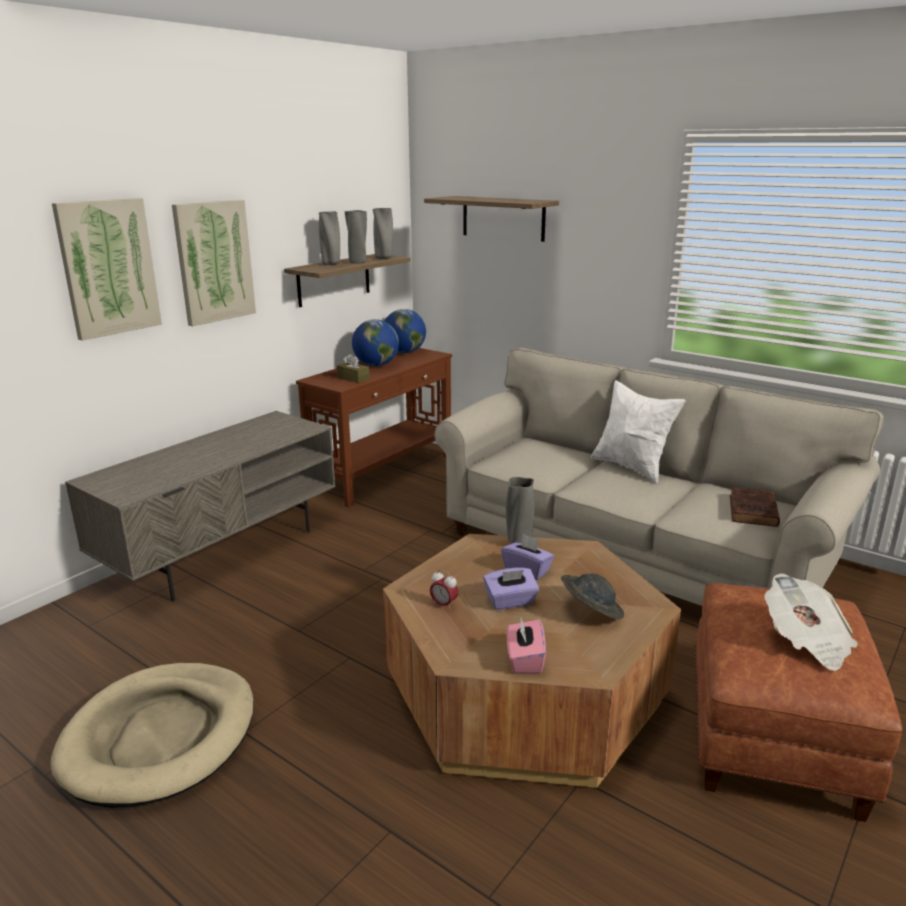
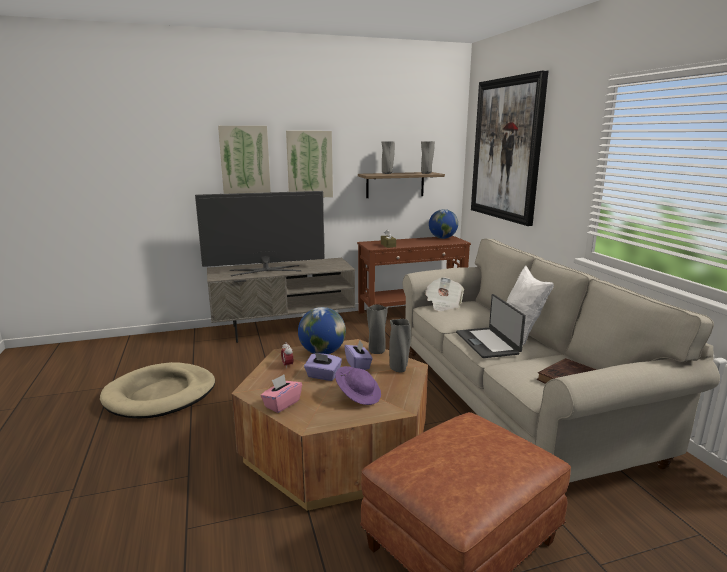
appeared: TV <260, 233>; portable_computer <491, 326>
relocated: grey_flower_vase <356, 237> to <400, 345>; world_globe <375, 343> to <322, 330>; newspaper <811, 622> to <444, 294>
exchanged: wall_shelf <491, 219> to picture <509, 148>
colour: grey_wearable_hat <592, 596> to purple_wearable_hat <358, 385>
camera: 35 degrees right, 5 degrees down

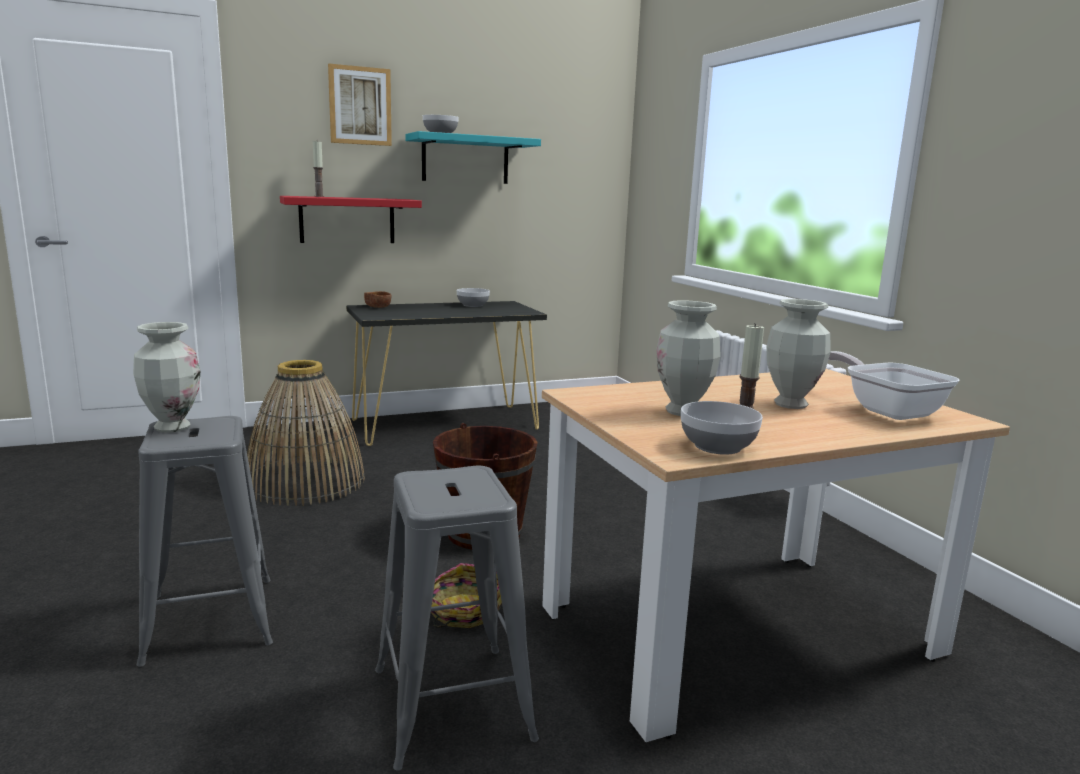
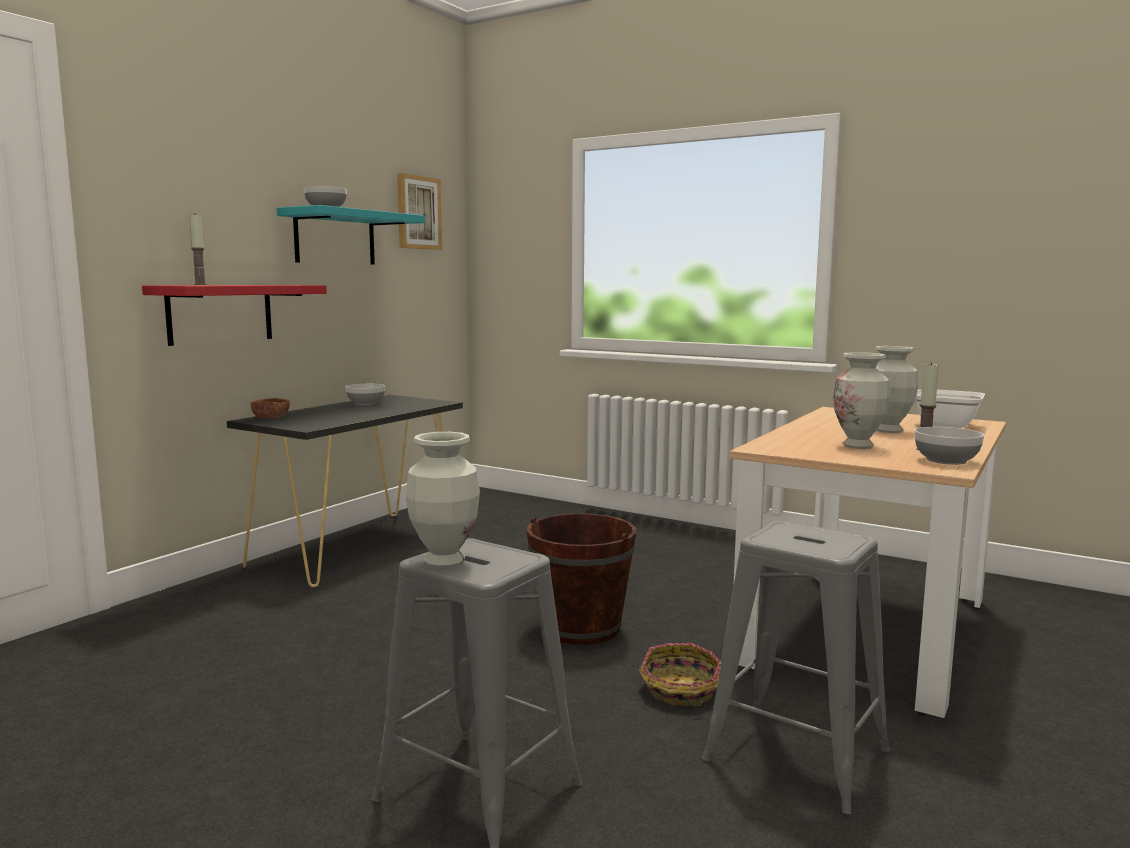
missing: storage_basket <306, 433>
relocated: picture <360, 105> to <419, 211>
camera: 35 degrees left, 5 degrees down

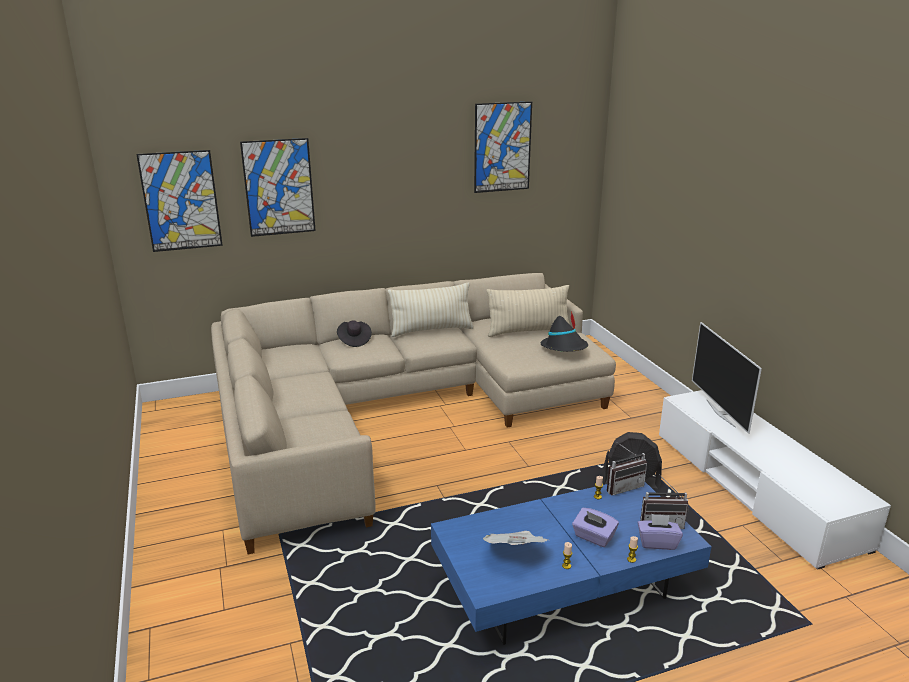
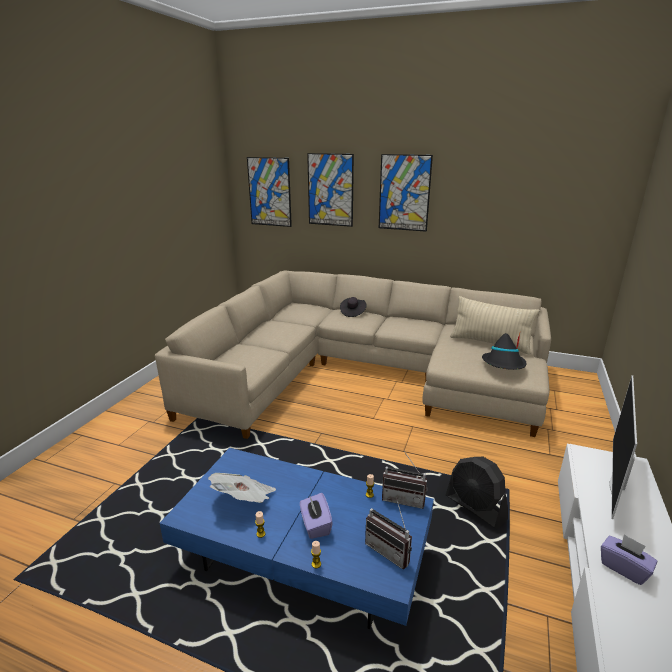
missing: beige-coloured_cushion <431, 310>
relocated: picture <503, 147> to <406, 193>; purple_tissue_holder <660, 532> to <629, 559>
camera: 40 degrees right, 0 degrees up

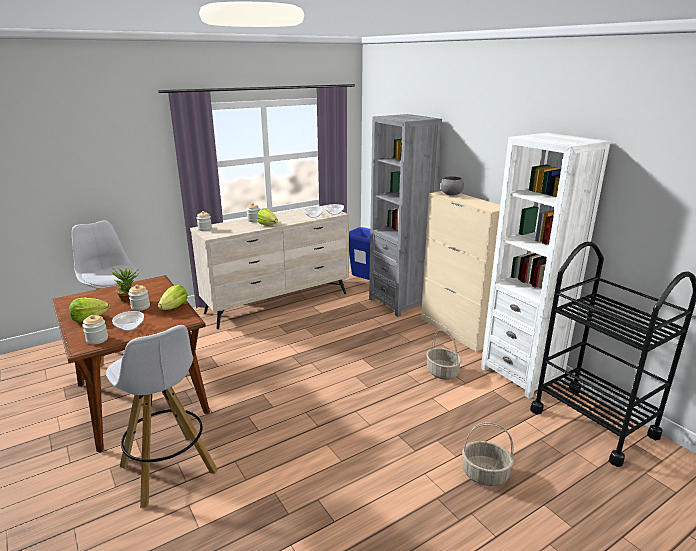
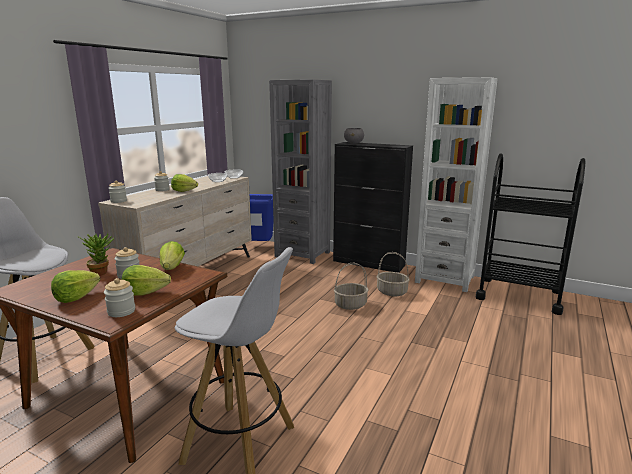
relocated: storage_basket <488, 454> to <351, 286>
exchanged: deep_dish <128, 321> to lettuce <146, 280>
colour: beige-coloured_storage_cabinet <460, 271> to blackish_storage_cabinet <373, 207>
camera: 30 degrees left, 5 degrees down

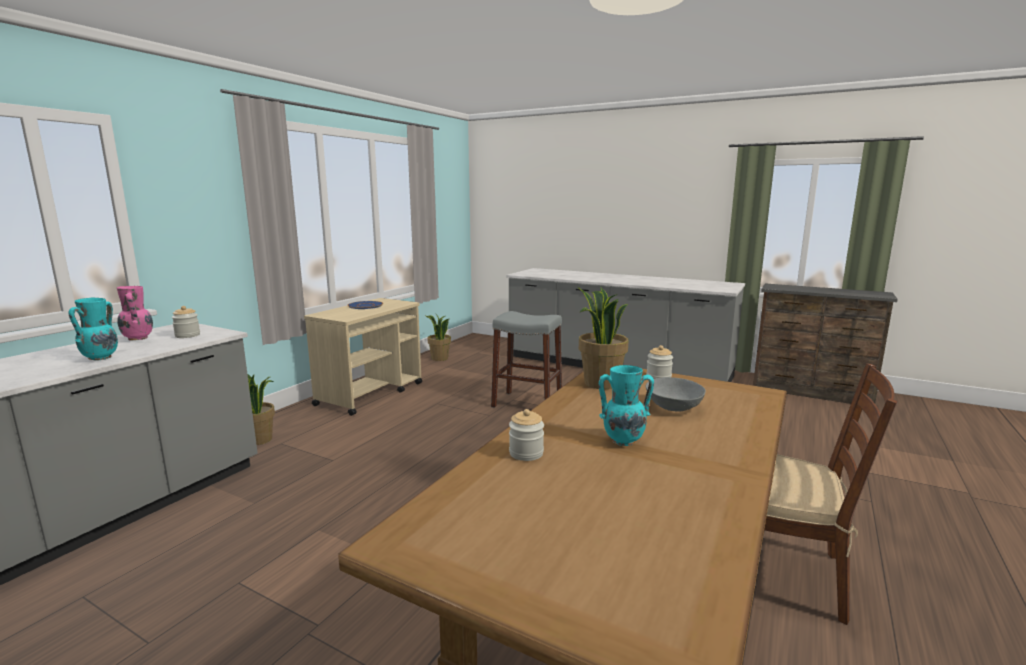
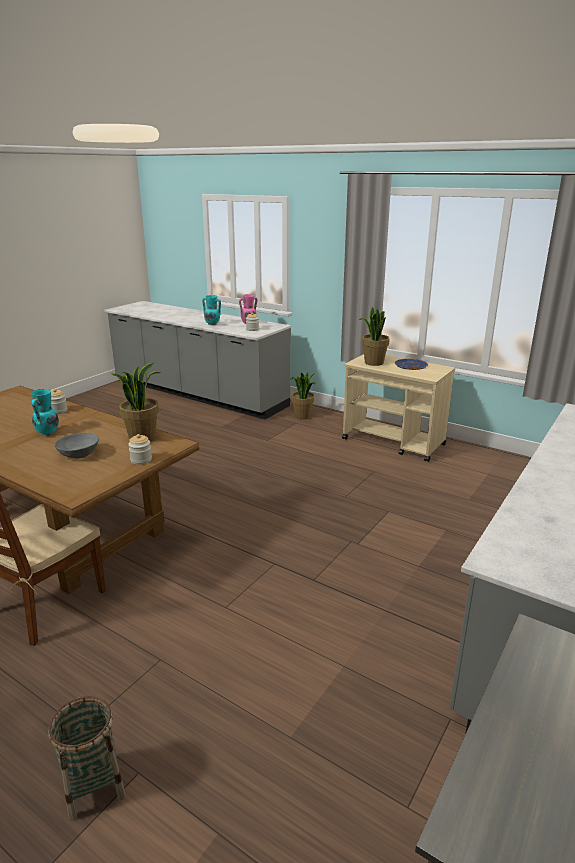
missing: grey_sitting_stool <526, 359>
appeared: storage_basket <87, 758>
relocated: potted_plant <437, 337> to <374, 336>
camera: 95 degrees right, 10 degrees up

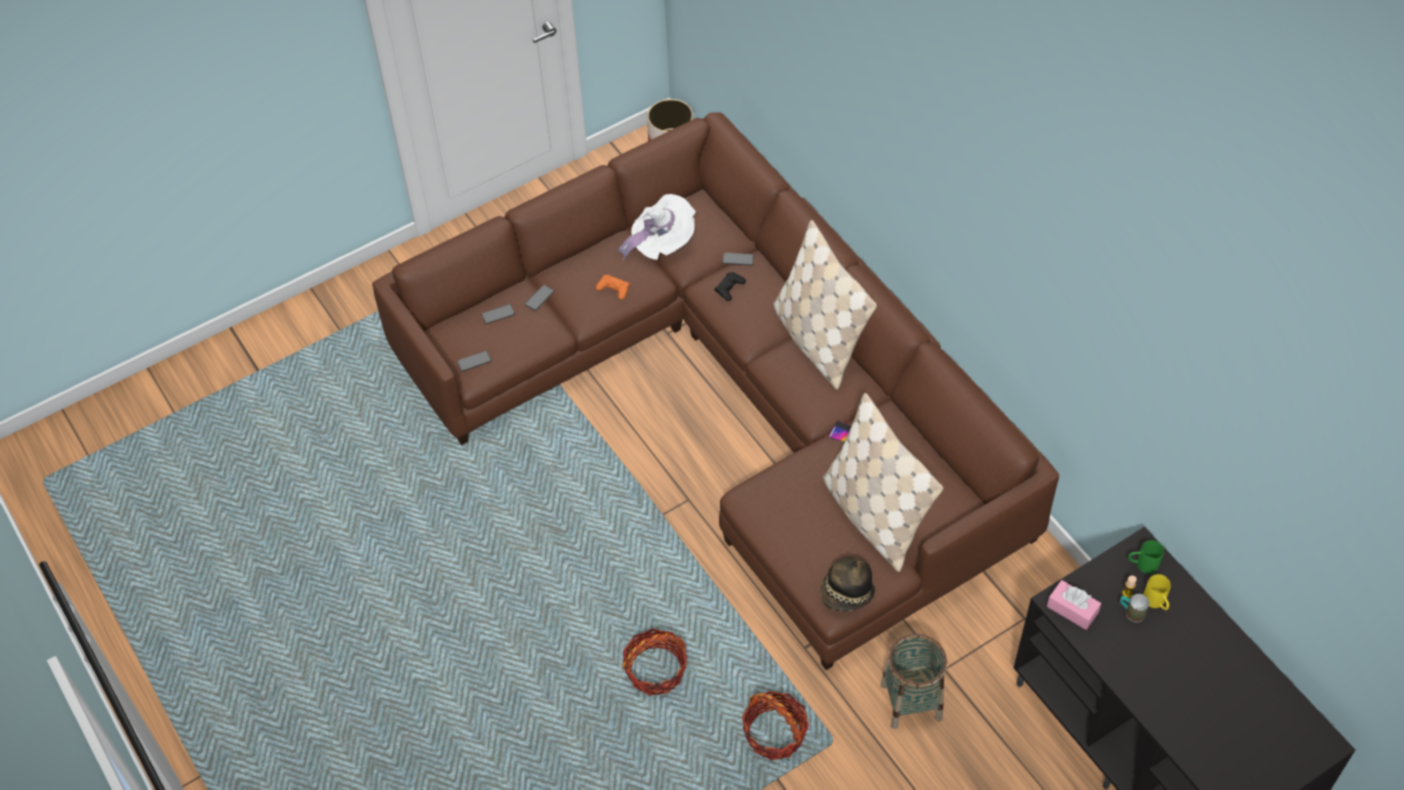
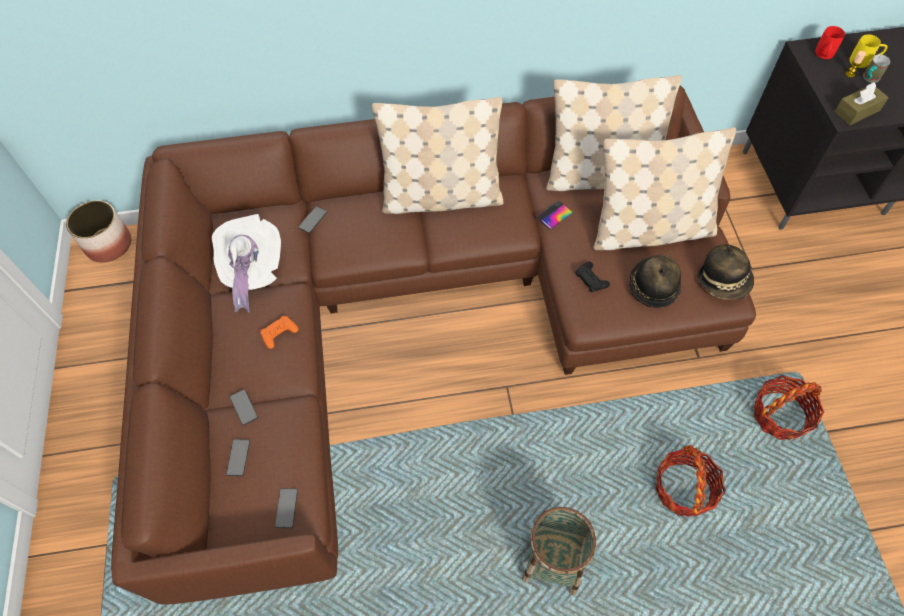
appeared: beige-coloured_cushion <613, 133>; wearable_hat <655, 281>
relocated: blackish_gamepad <730, 286> to <592, 277>; storage_basket <913, 681> to <559, 551>
colour: pink-coloured_tissue_holder <1074, 605> to brown-coloured_tissue_holder <862, 104>; green-coloured_mug <1146, 557> to red-coloured_mug <830, 42>
camera: 65 degrees left, 5 degrees up

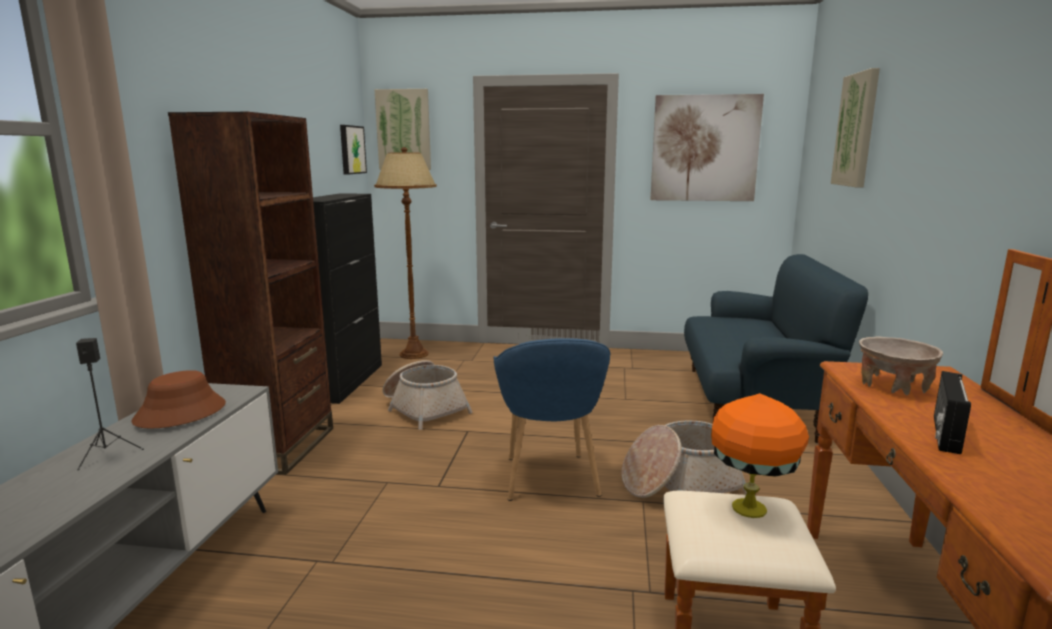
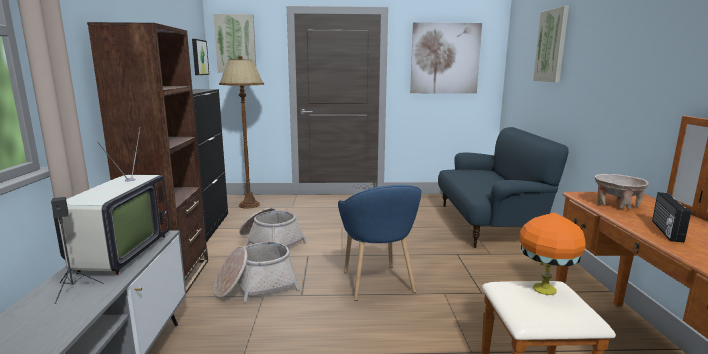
relocated: storage_basket <684, 459> to <257, 272>
exchanged: brown-coloured_wearable_hat <179, 399> to TV <111, 201>
camera: 10 degrees left, 0 degrees up

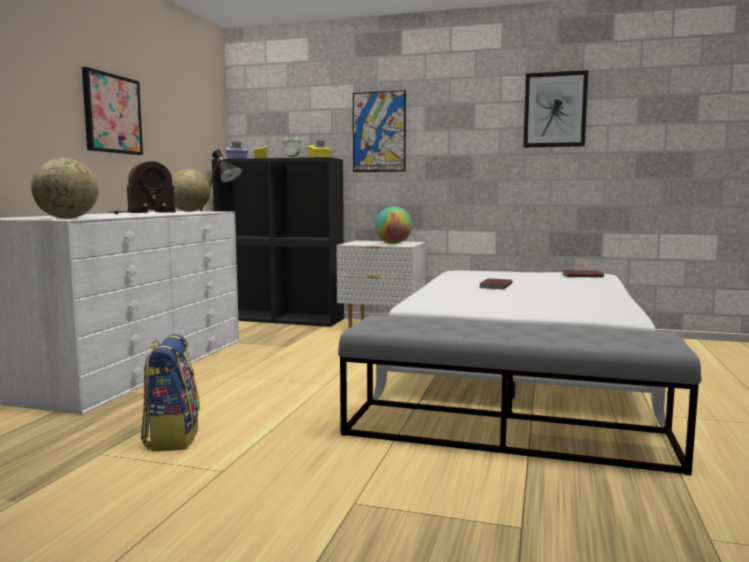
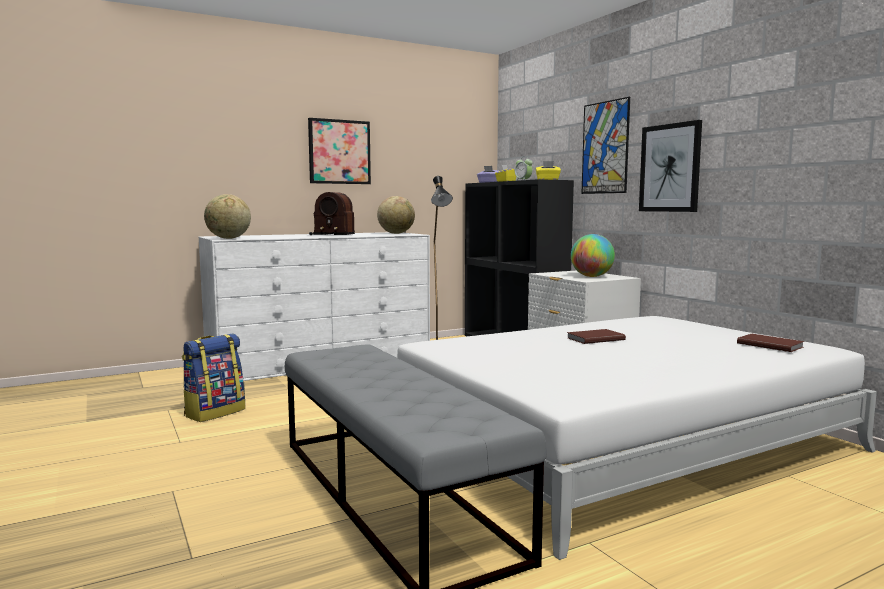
relocated: picture <555, 109> to <670, 166>
camera: 45 degrees right, 0 degrees up

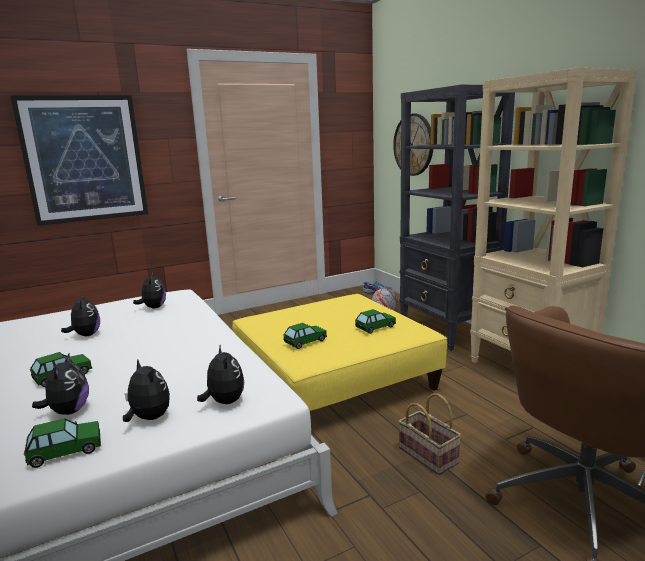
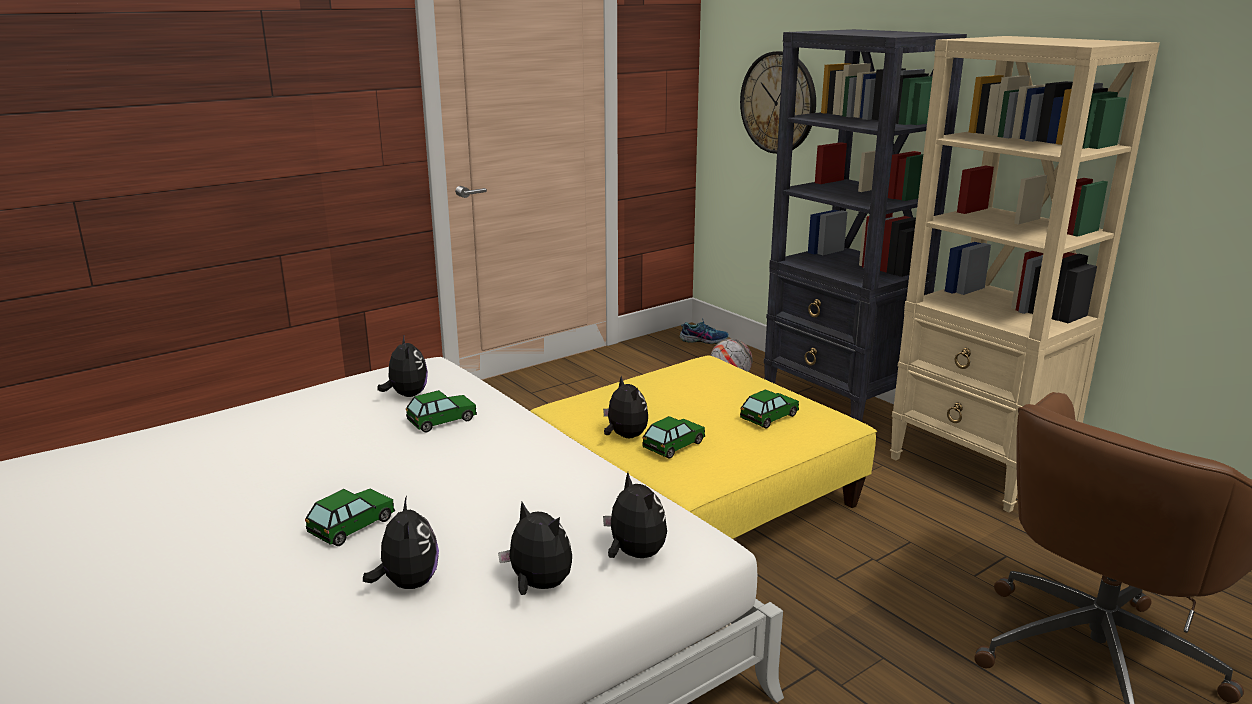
missing: picture <79, 160>; storage_basket <429, 434>
relocated: model_car <62, 443> to <441, 411>; plush_toy <80, 315> to <625, 406>
camera: 10 degrees left, 5 degrees up

